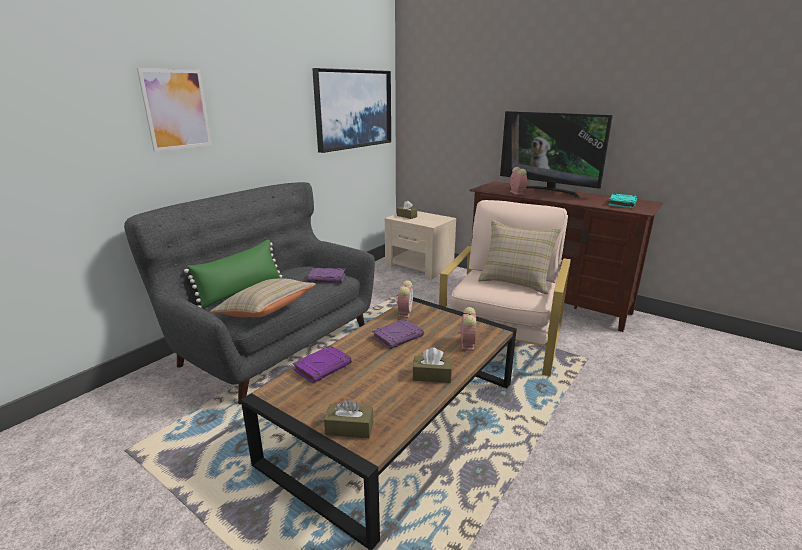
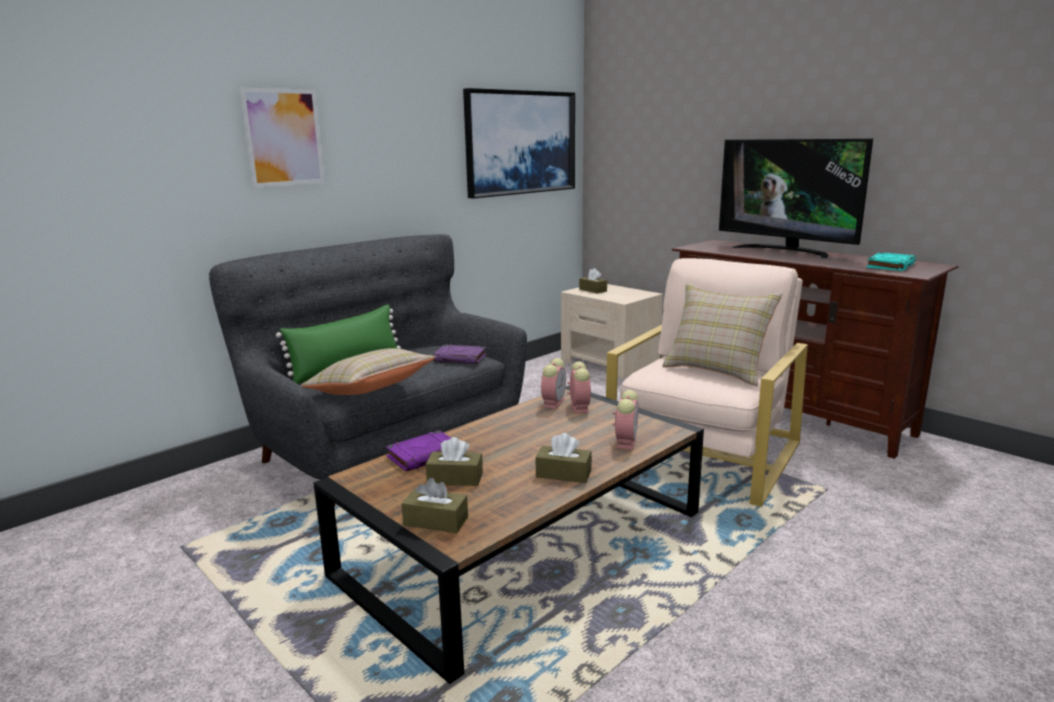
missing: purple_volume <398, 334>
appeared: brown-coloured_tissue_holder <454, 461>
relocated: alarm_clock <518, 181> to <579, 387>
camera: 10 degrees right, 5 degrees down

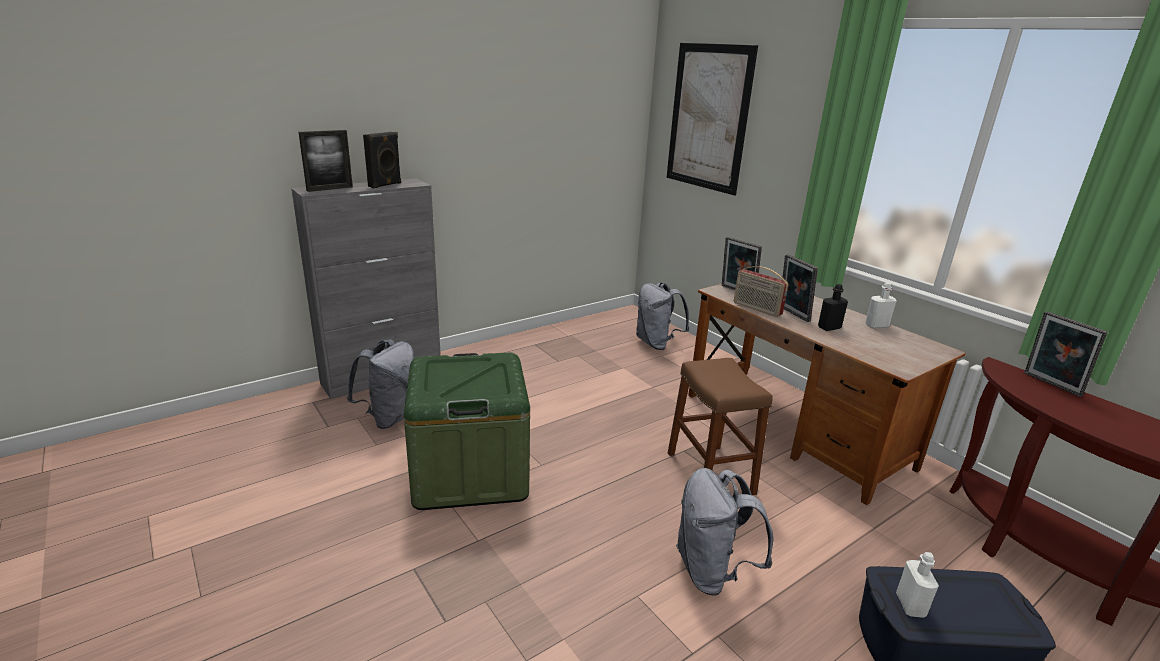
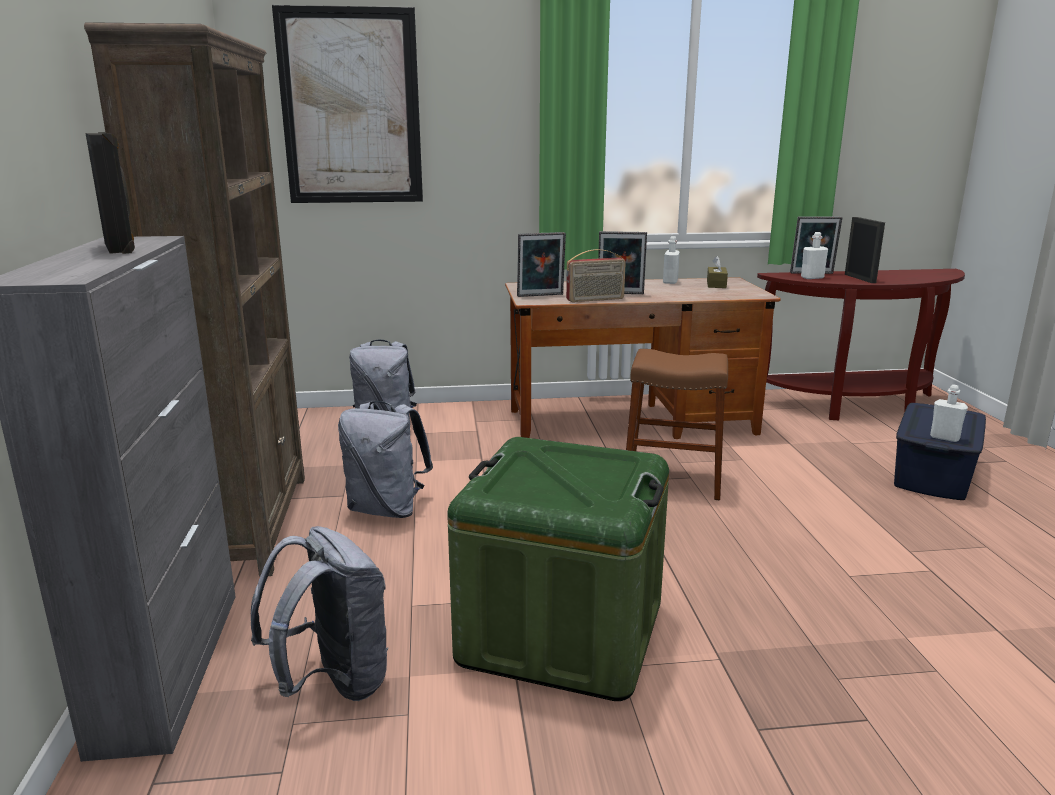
missing: blackish_drink_bottle <833, 307>
appeared: brown-coloured_bookcase <194, 299>; brown-coloured_tissue_holder <717, 272>; white_drink_bottle <814, 255>
relocated: standing_frame <325, 161> to <865, 250>; grey_rucksack <724, 532> to <385, 459>
camera: 60 degrees left, 5 degrees down

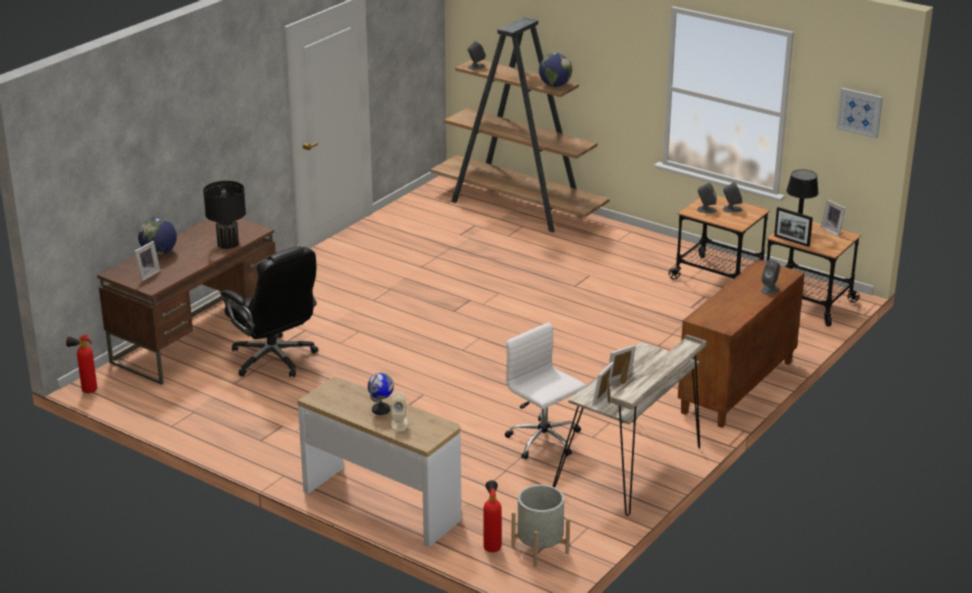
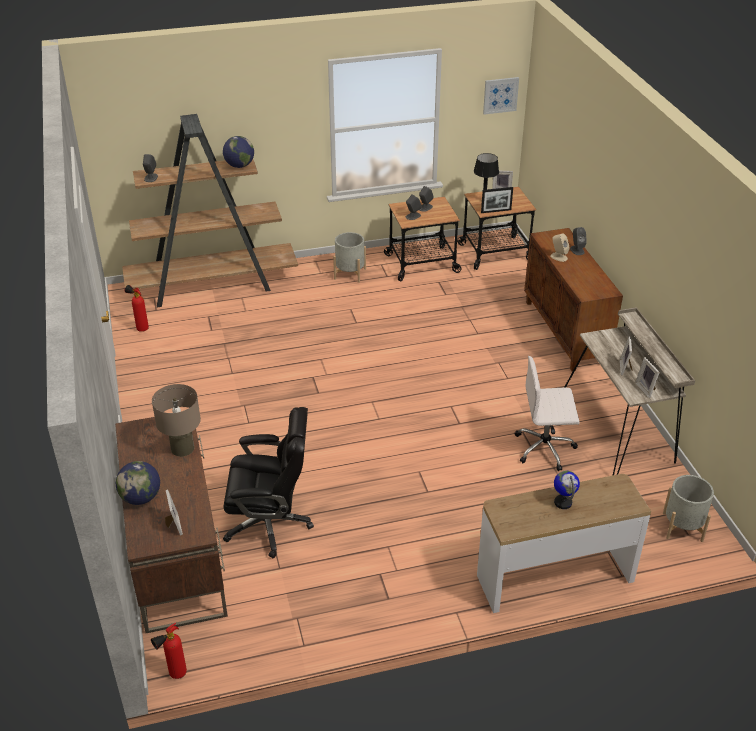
appeared: grey_flower_pot <349, 257>
relocated: beige-coloured_loudspeaker <399, 411> to <560, 247>; fire-fighting_cylinder <493, 516> to <137, 308>
colour: blackish_tabletop_lamp <224, 215> to beige-coloured_tabletop_lamp <176, 420>
camera: 50 degrees left, 10 degrees up

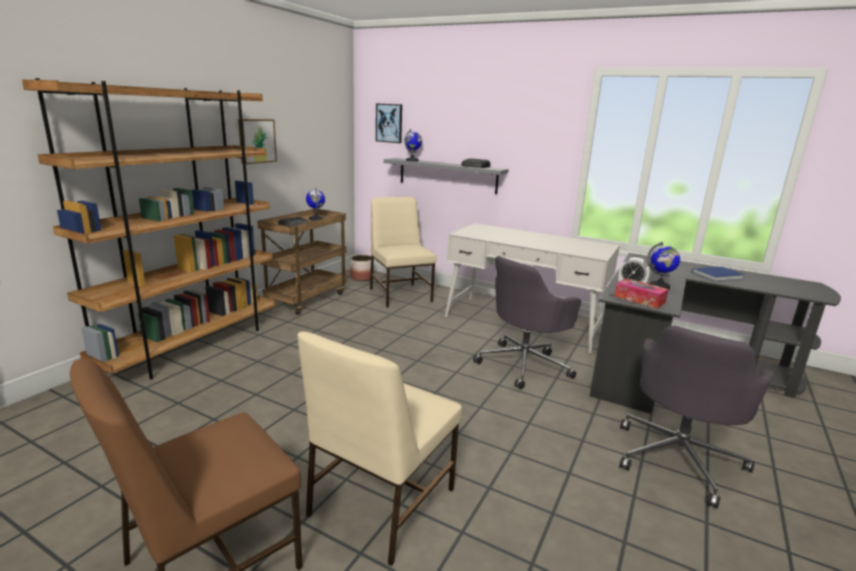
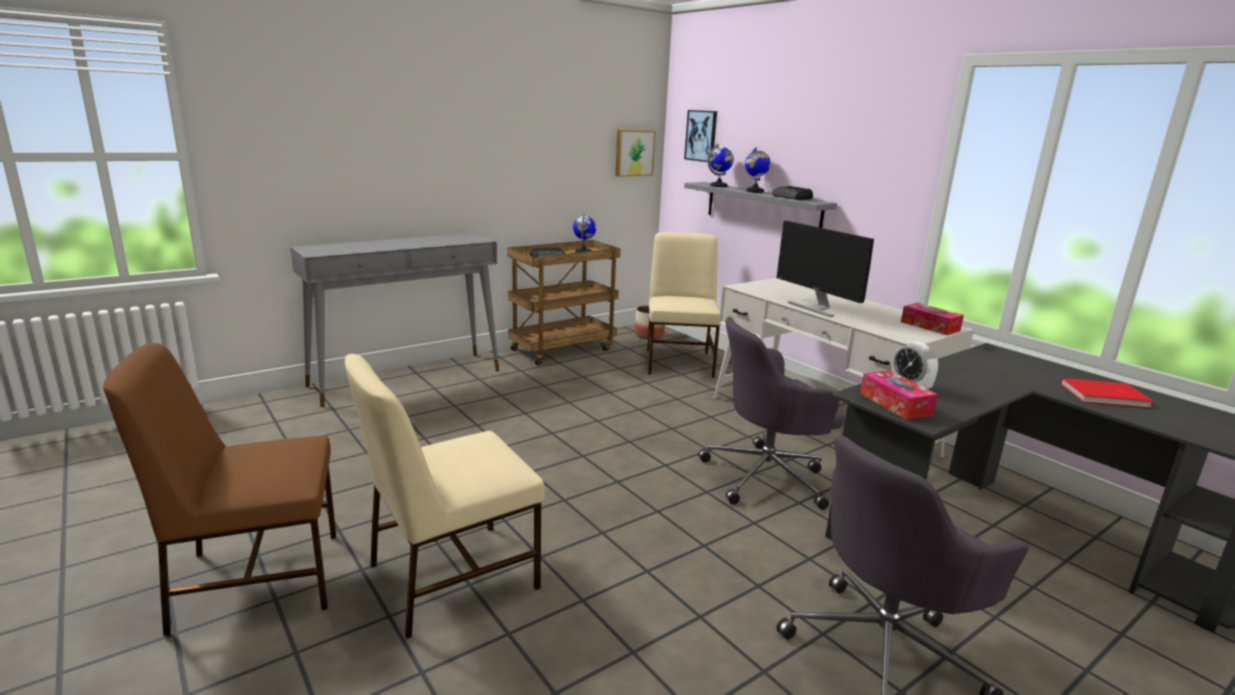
appeared: computer_display <825, 269>; tissue_holder <932, 319>
relocated: picture <257, 141> to <635, 153>; world_globe <663, 265> to <758, 170>
exchanged: brown-coloured_bookcase <149, 229> to grey_hall_table <394, 320>
colour: bluish_volume <718, 274> to red-coloured_volume <1107, 393>
camera: 25 degrees right, 0 degrees up

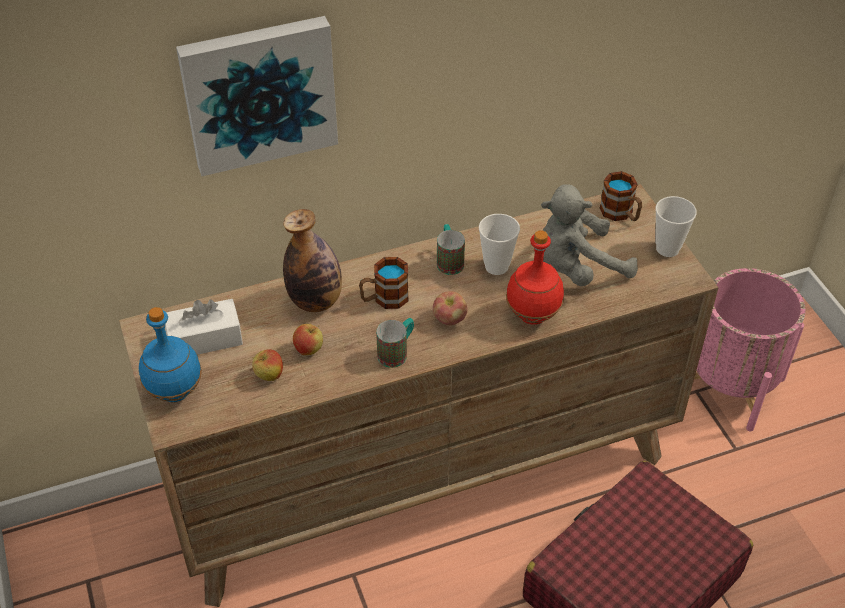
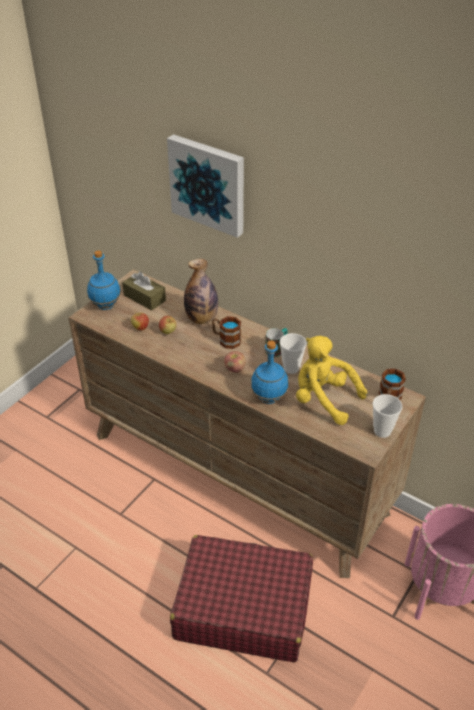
missing: mug <395, 343>
colour: white_tissue_holder <204, 327> to brown-coloured_tissue_holder <144, 290>; red-coloured_drink_bottle <535, 277> to bluish_drink_bottle <270, 372>; grey_plush_toy <589, 235> to yellow-coloured_plush_toy <331, 380>
camera: 55 degrees right, 5 degrees down

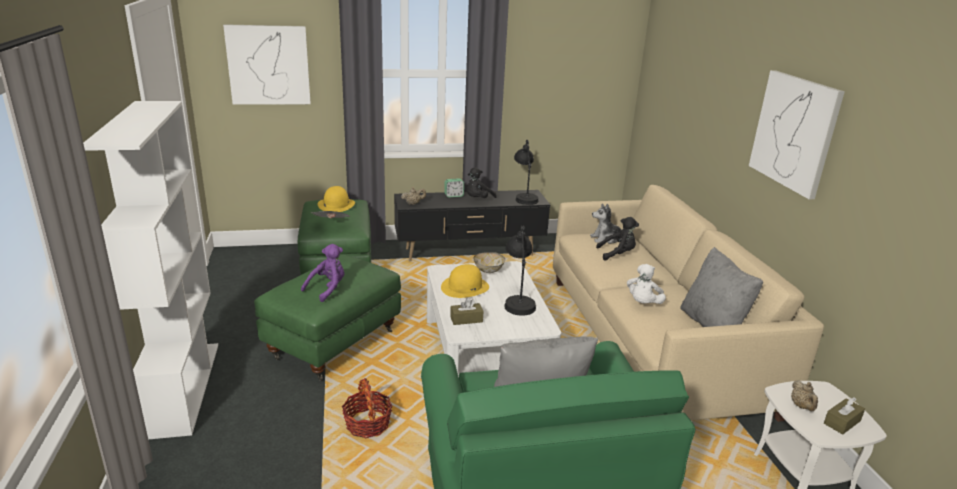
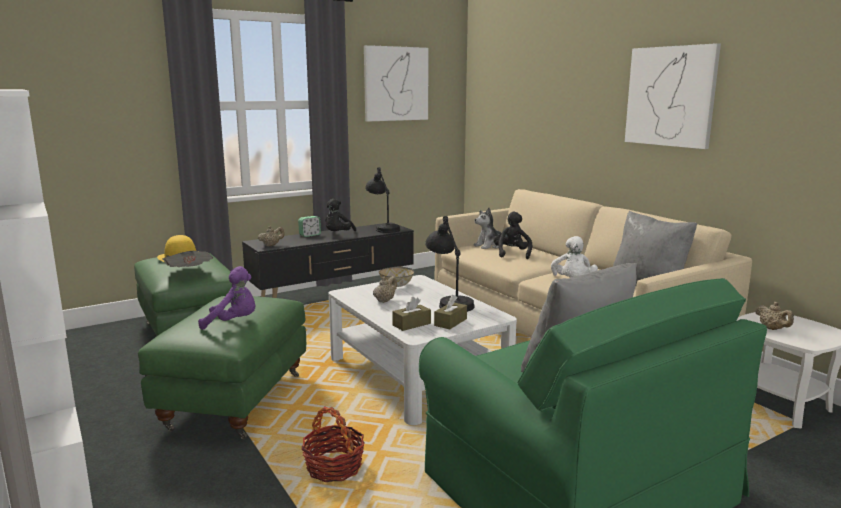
relocated: picture <267, 64> to <396, 83>; brown-coloured_tissue_holder <844, 416> to <450, 312>
exchanged: yellow-coloured_wearable_hat <465, 281> to beige-coloured_pot_for_tea <385, 289>
spun: purple_plush_toy <322, 273> = <226, 298> 75 degrees clockwise; blackish_plush_toy <617, 239> = <512, 235> 60 degrees counterclockwise
camera: 20 degrees left, 10 degrees down

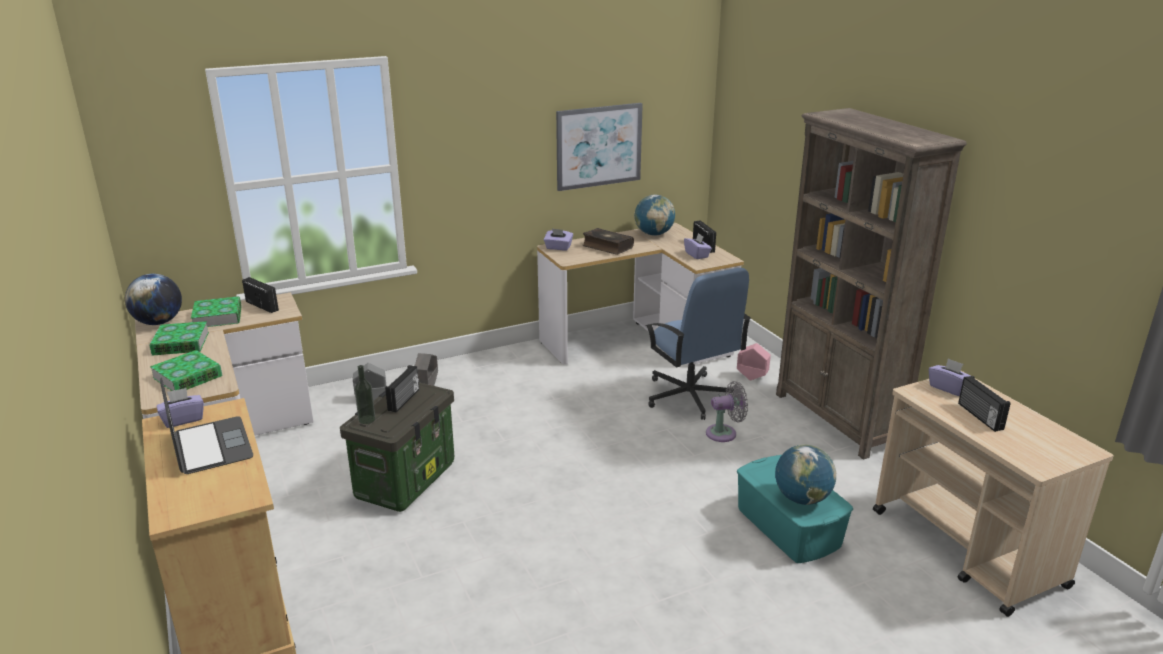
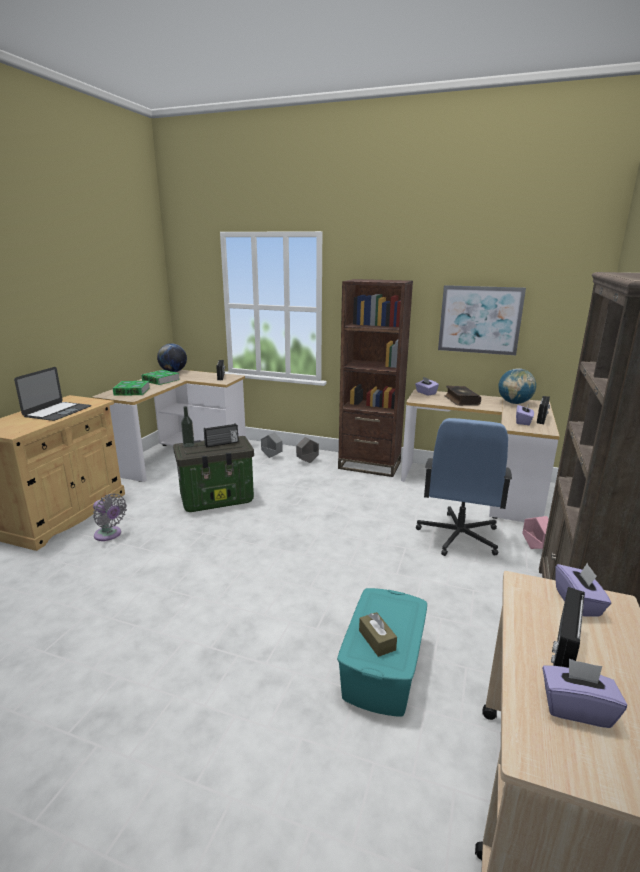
missing: volume <216, 311>
appeared: brown-coloured_bookcase <375, 378>
relocated: purple_tissue_holder <180, 408> to <584, 693>; grey_fan <727, 411> to <110, 517>
exchanged: world_globe <805, 474> to brown-coloured_tissue_holder <378, 634>
camera: 45 degrees right, 5 degrees down

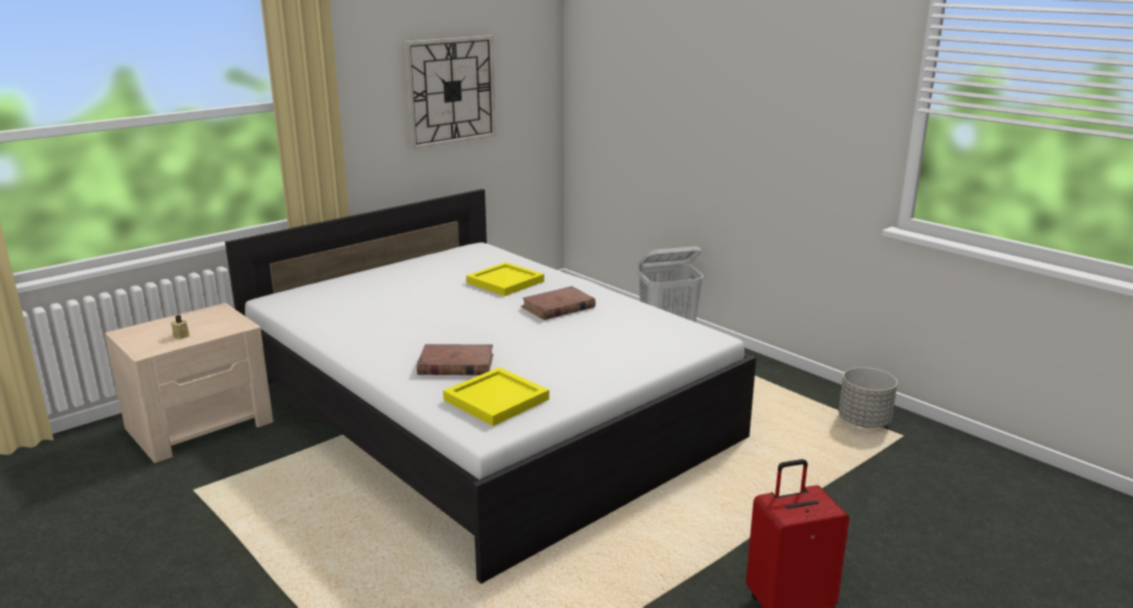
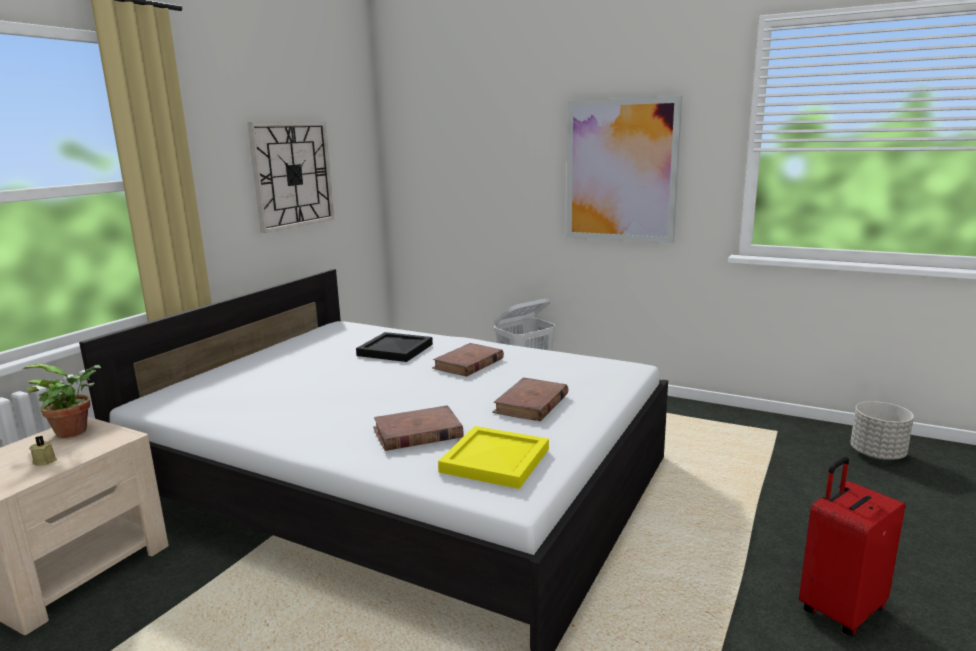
appeared: potted_plant <62, 401>; brown-coloured_volume <530, 399>; picture <624, 169>
relocated: grey_flower_pot <868, 397> to <882, 430>
colour: yellow-coloured_tray <505, 279> to blackish_tray <394, 347>
camera: 20 degrees left, 5 degrees down

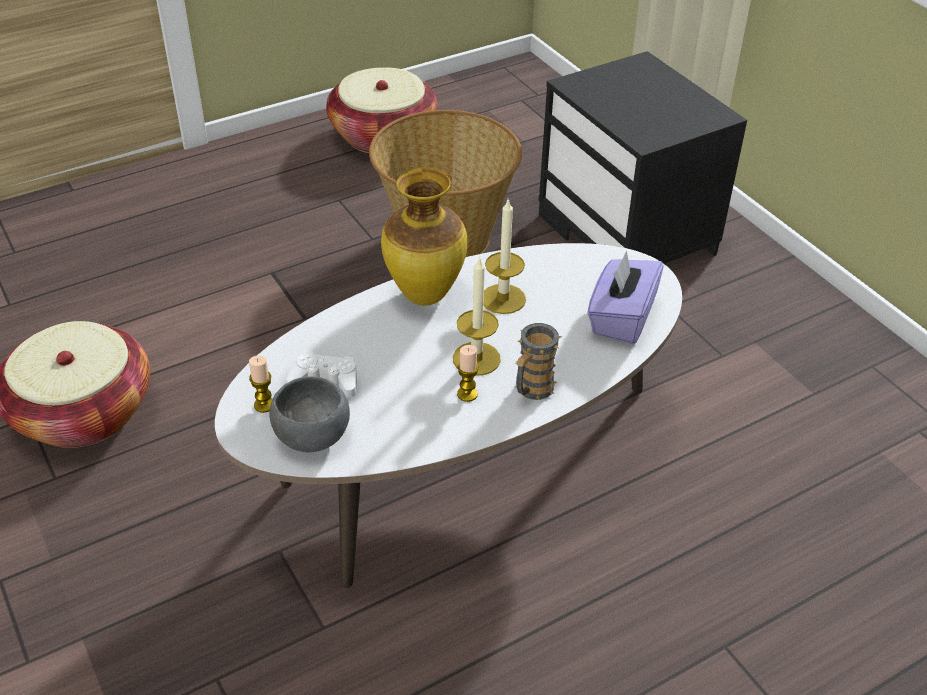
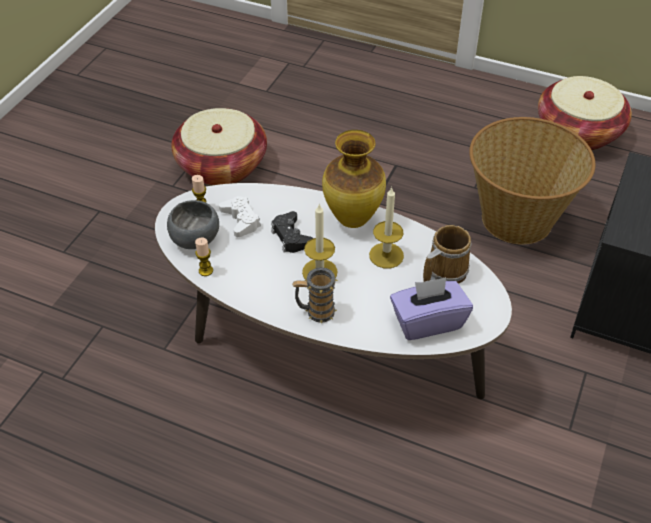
appeared: blackish_gamepad <292, 232>; mug <447, 254>
relocated: wax_light <468, 373> to <204, 256>
camera: 55 degrees right, 5 degrees up

